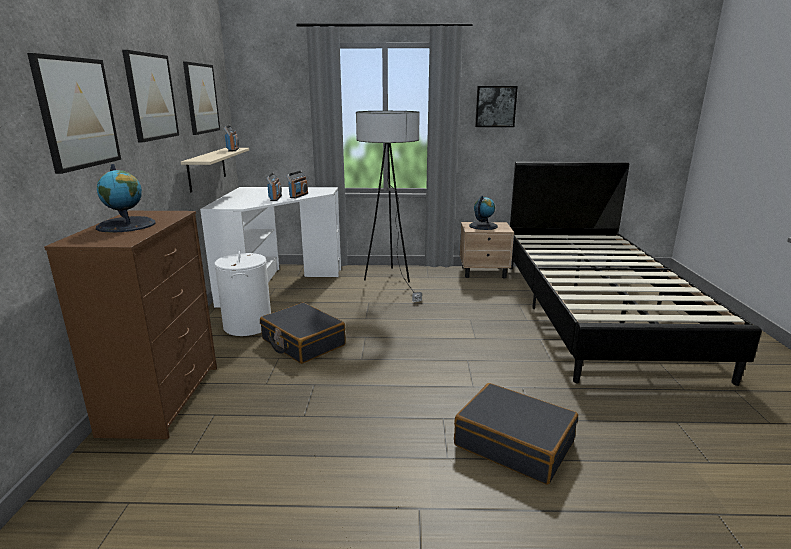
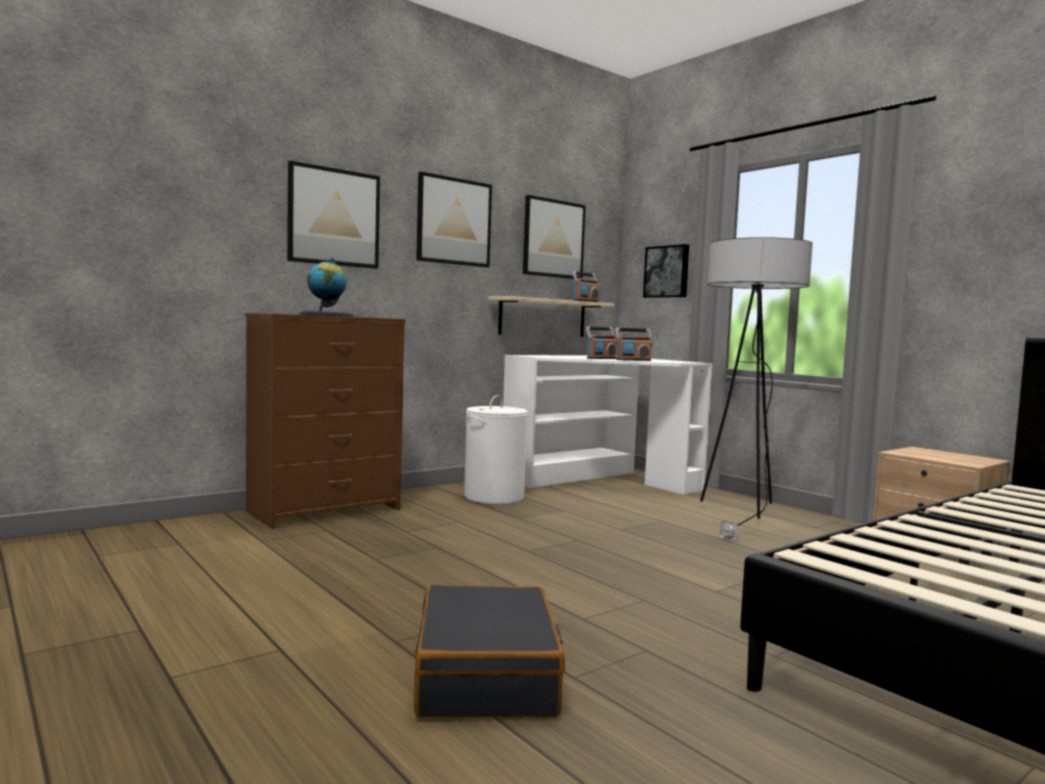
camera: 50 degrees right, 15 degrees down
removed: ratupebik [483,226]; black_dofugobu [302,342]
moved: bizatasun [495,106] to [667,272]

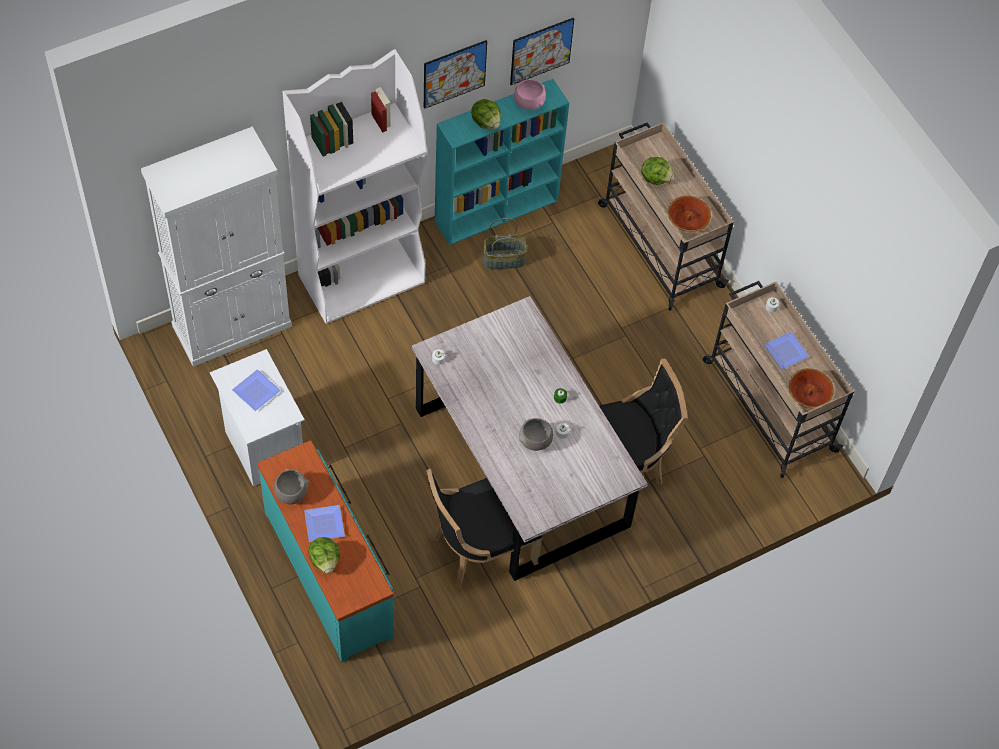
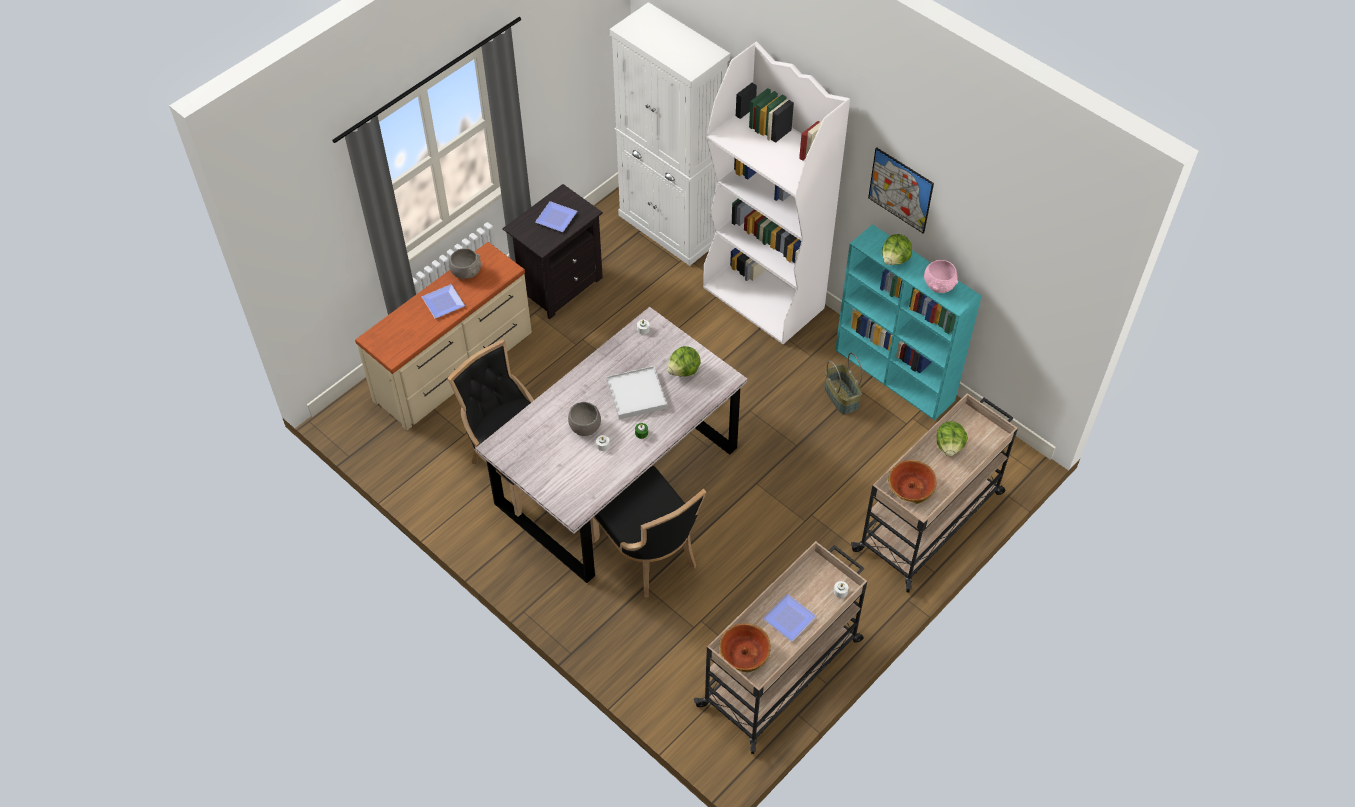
camera: 75 degrees right, 5 degrees down
removed: bizatasun [541,51]
added: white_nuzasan [636,394]
moved: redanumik [325,560] to [684,371]
recoloured: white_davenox [262,448] to black_davenox [559,284]; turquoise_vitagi [330,573] to beige_vitagi [455,367]

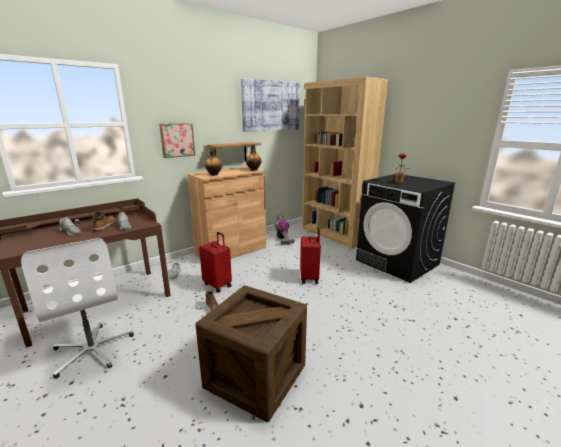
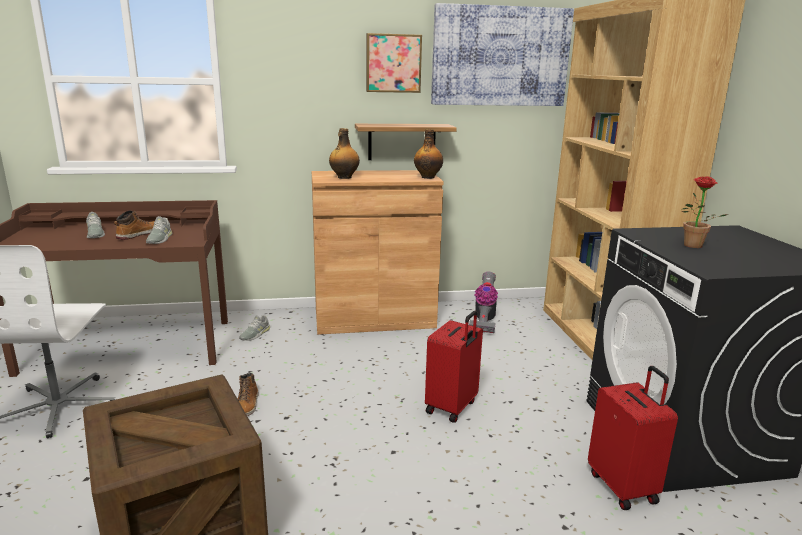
camera: 30 degrees right, 0 degrees up
moved: bizatasun [177,140] to [393,63]; red_dofugobu [218,285] to [623,487]

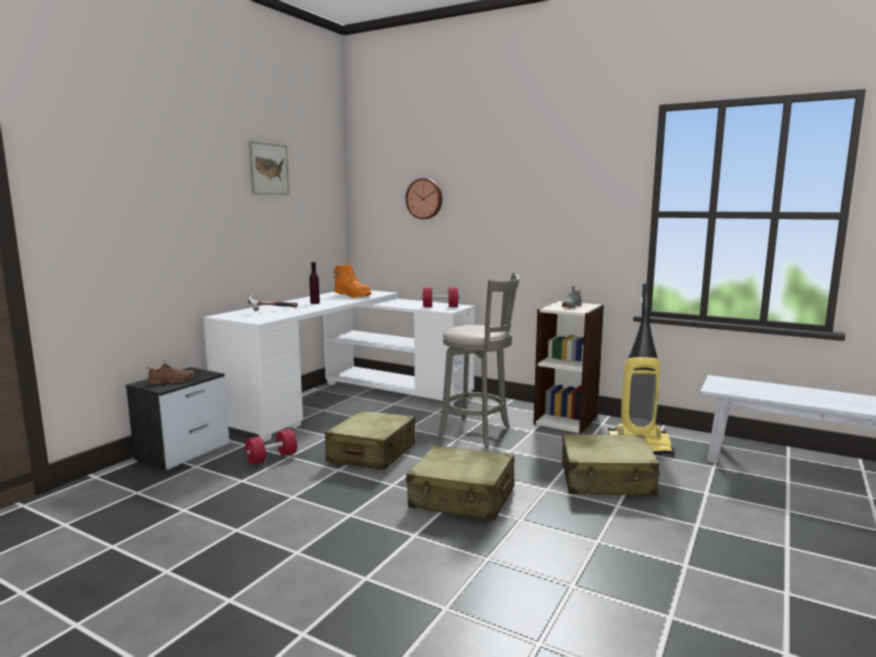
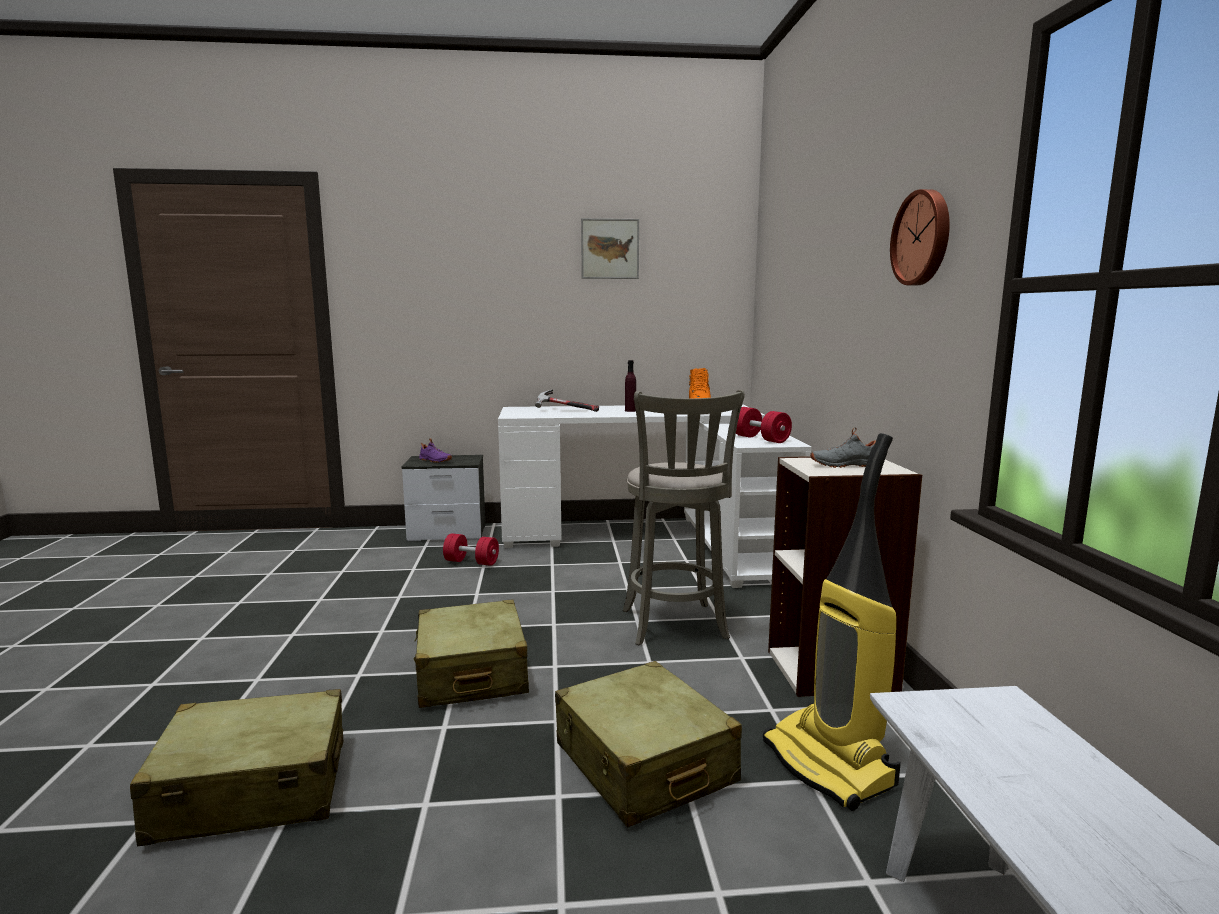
camera: 55 degrees right, 0 degrees up
moved: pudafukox [425,198] to [923,238]; beige_dofugobu [371,454] to [252,790]
recoloured: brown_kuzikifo [171,381] to purple_kuzikifo [434,461]

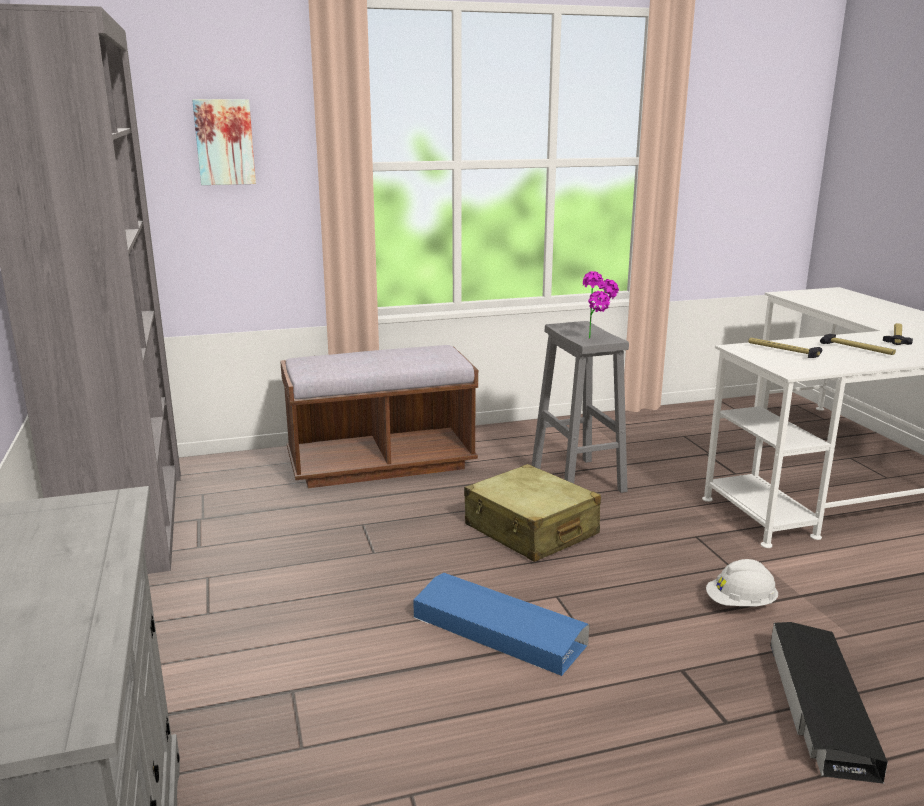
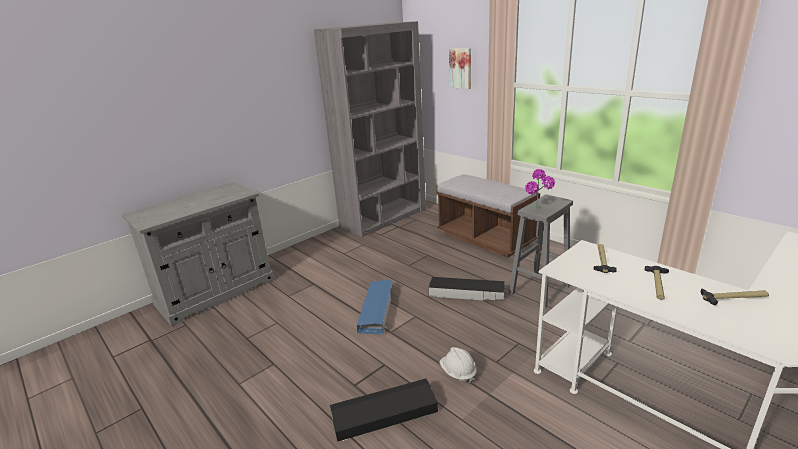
camera: 65 degrees right, 5 degrees up
replaced: beige_dofugobu [531,530] to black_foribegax [467,293]

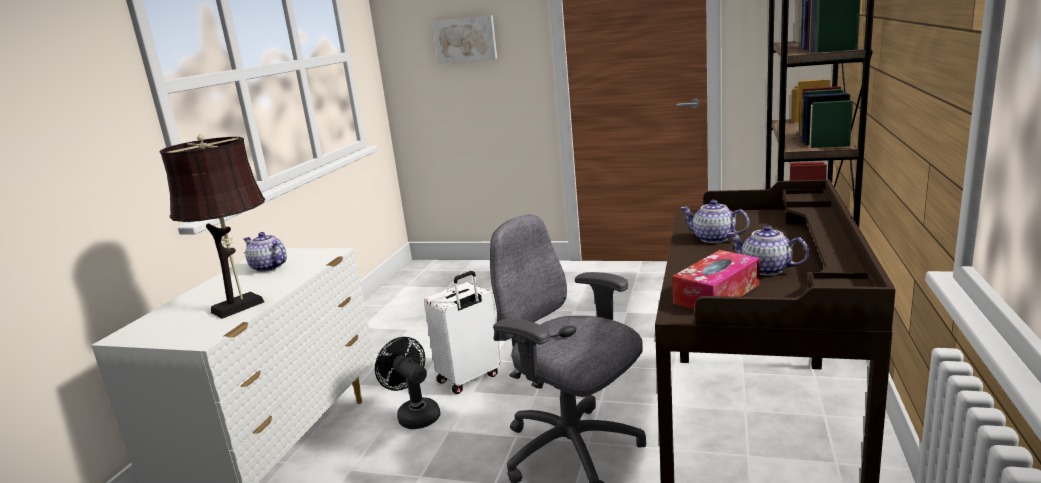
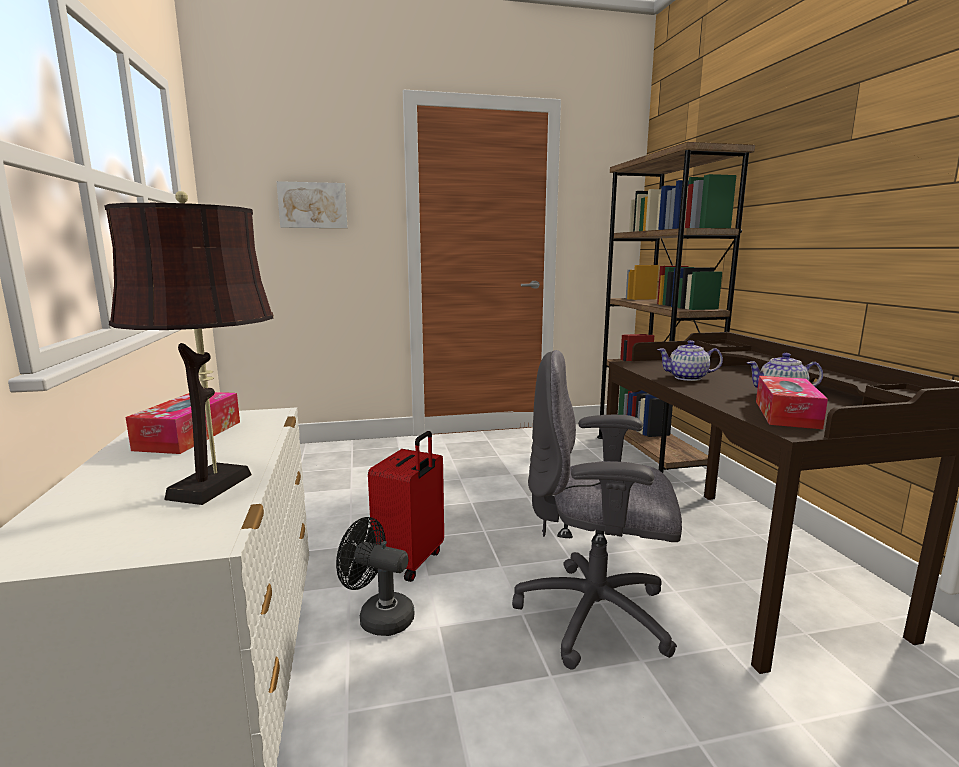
camera: 30 degrees left, 5 degrees down
replaced: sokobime [269,267] to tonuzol [189,435]
recoloured: white_dofugobu [470,378] to red_dofugobu [411,562]

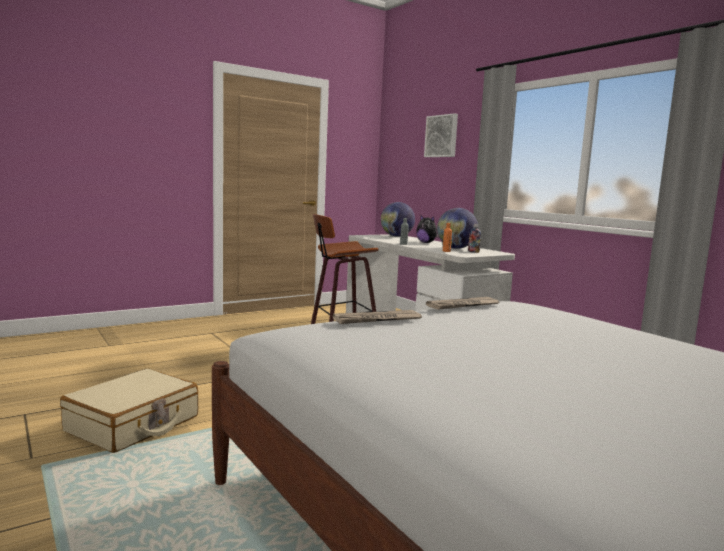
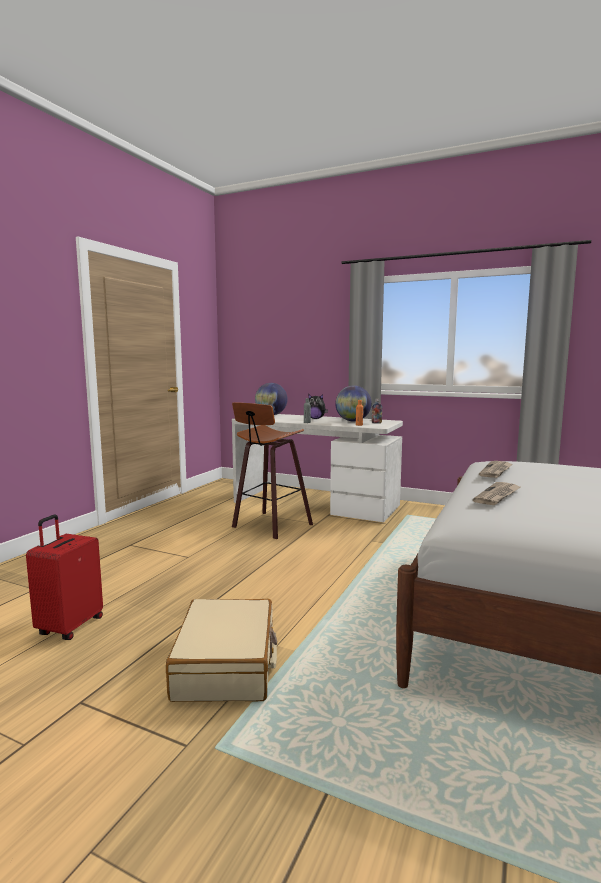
camera: 30 degrees left, 0 degrees up
removed: bizatasun [442,136]
added: red_dofugobu [69,626]

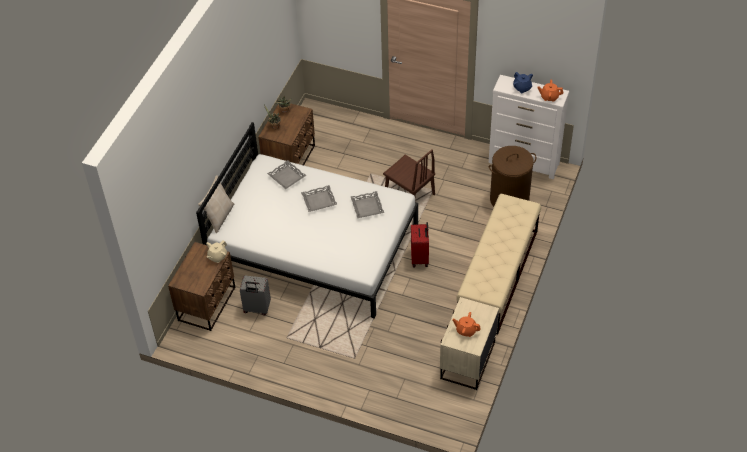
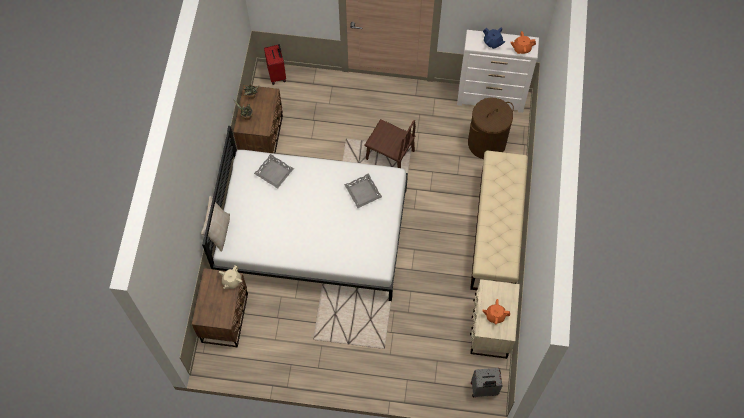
camera: 15 degrees left, 15 degrees up
removed: grey_nuzasan [319,200]
moved: red_dofugobu [420,258] to [277,74]; grey_dofugobu [257,308] to [484,389]

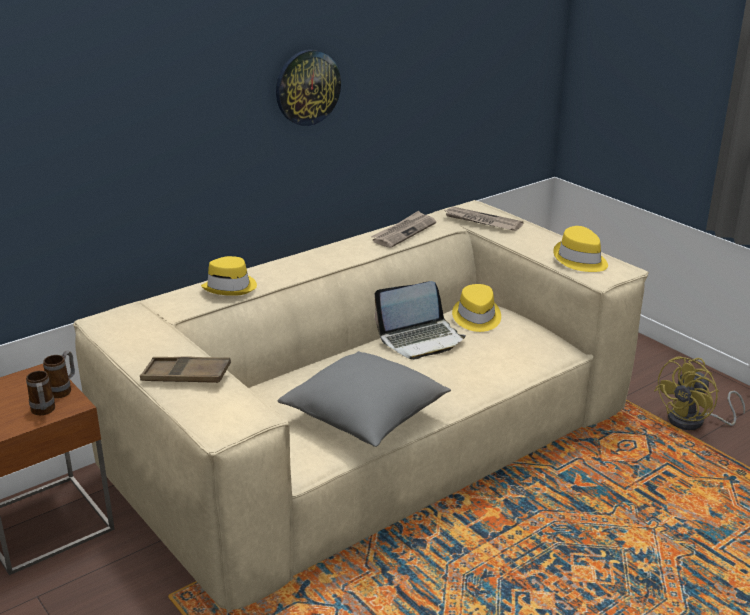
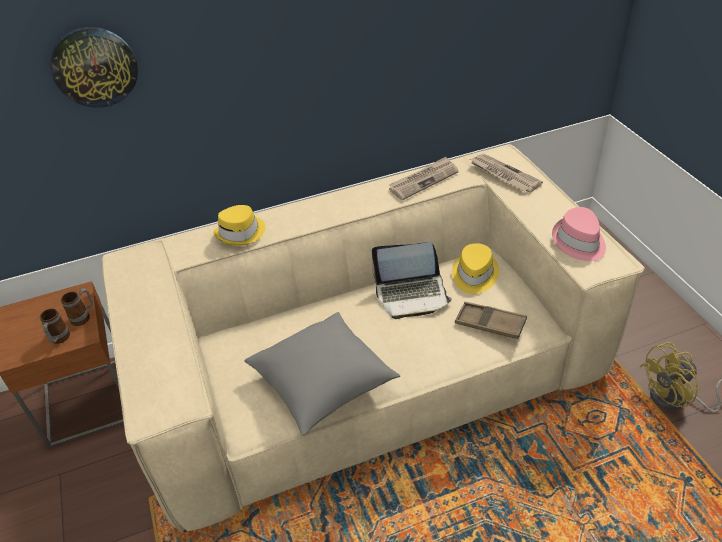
camera: 20 degrees right, 15 degrees up
moved: pudafukox [307,87] to [94,67]; brown_nuzasan [186,376] to [490,323]
recoloured: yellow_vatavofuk [580,260] to pink_vatavofuk [578,242]

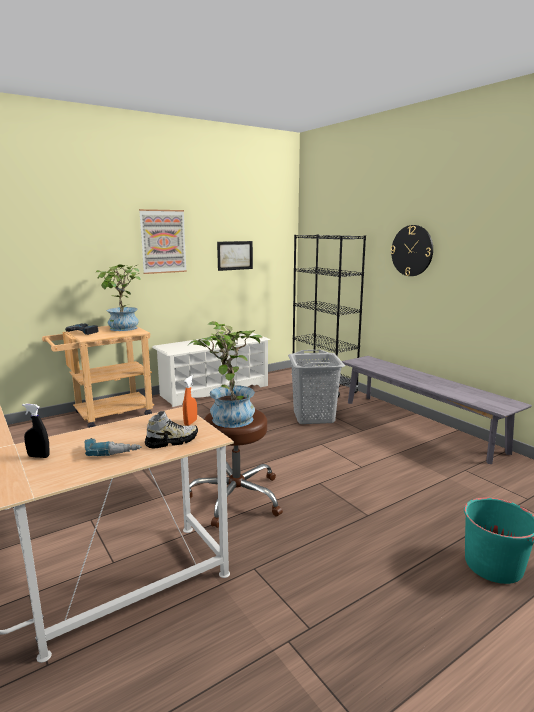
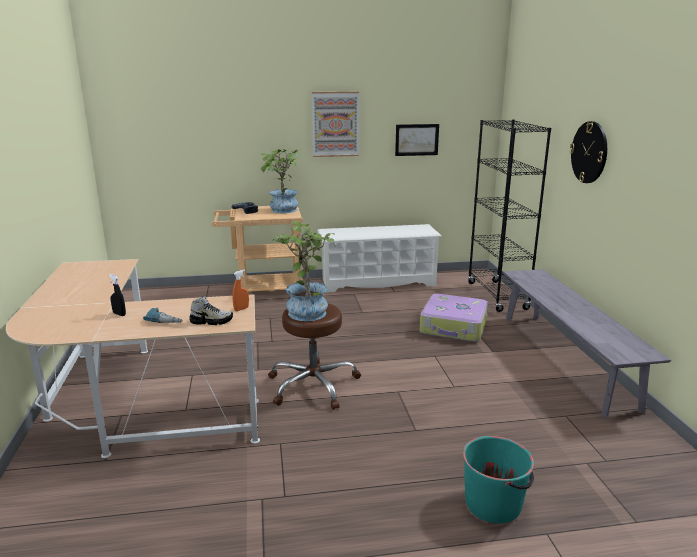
camera: 25 degrees right, 5 degrees up
replaced: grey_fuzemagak [314,417] to dofugobu [454,327]

